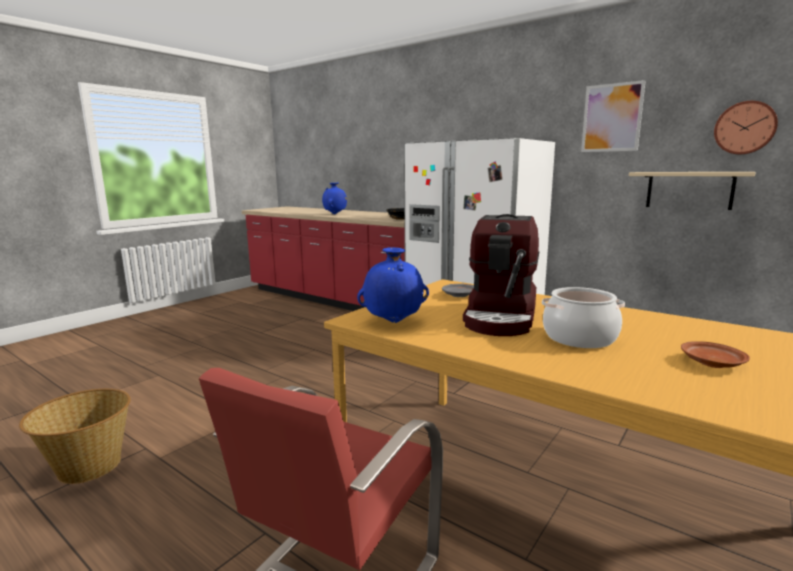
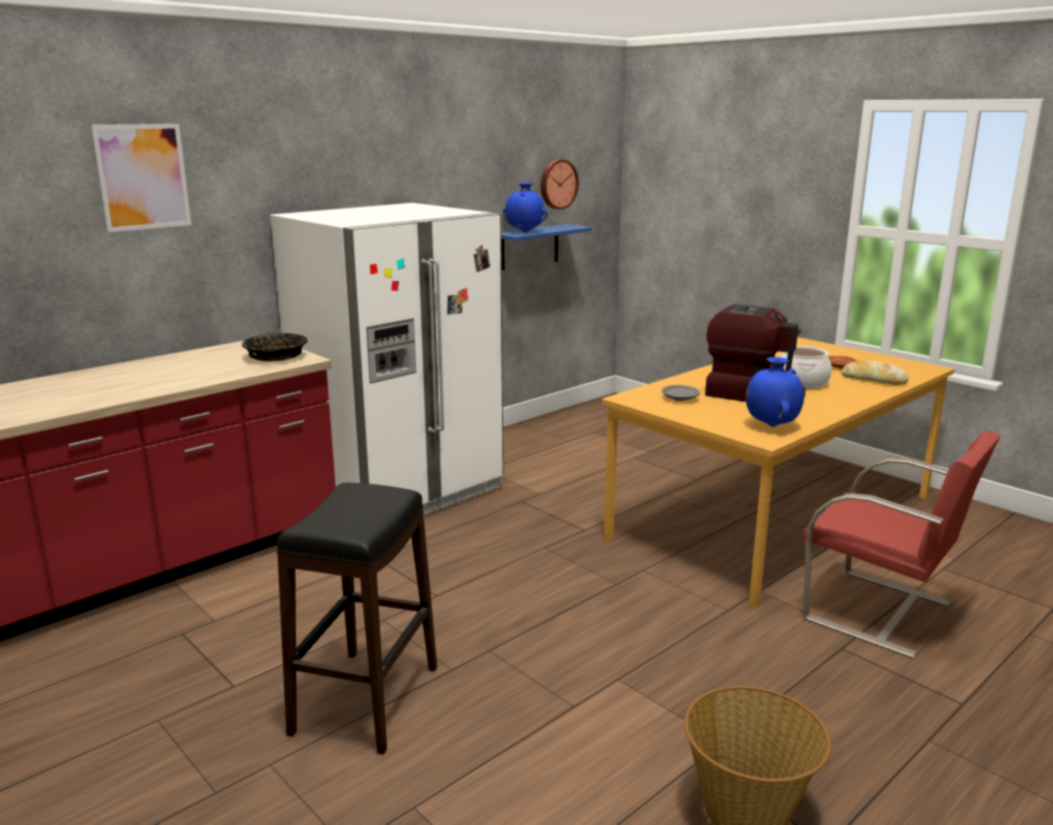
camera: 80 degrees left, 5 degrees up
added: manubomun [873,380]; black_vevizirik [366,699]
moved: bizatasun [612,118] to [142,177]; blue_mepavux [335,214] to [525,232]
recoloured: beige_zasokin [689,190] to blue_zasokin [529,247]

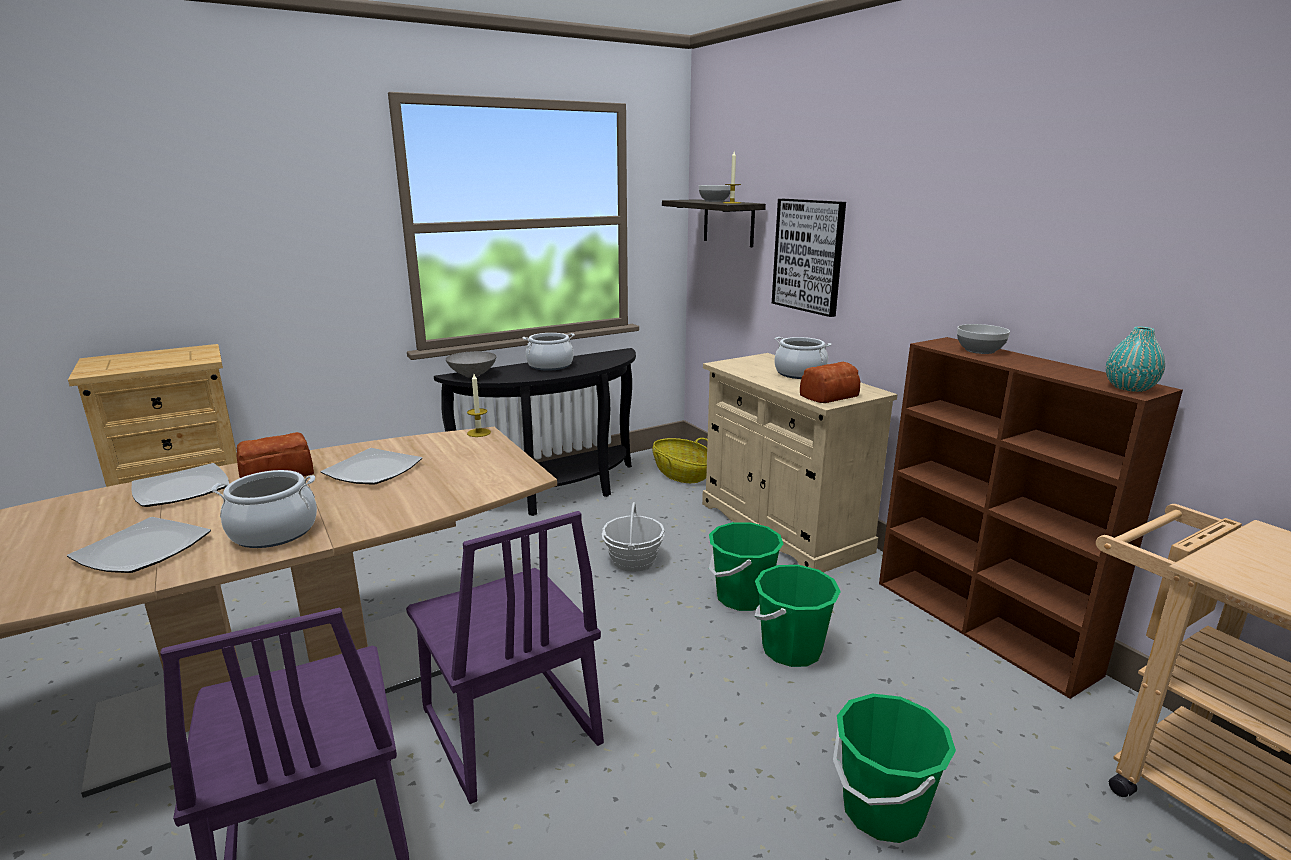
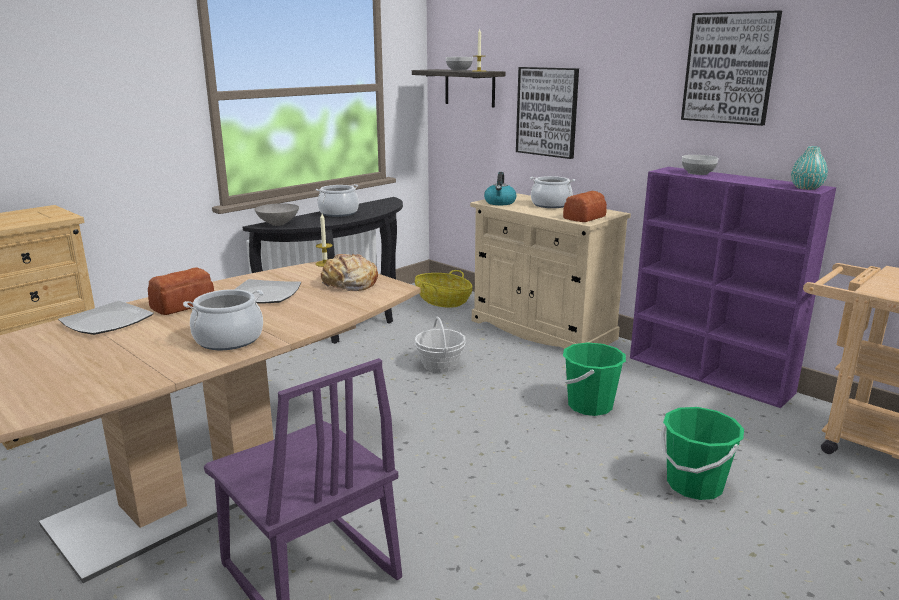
camera: 15 degrees left, 0 degrees up
removed: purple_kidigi [508,729]; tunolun [143,549]; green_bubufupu [742,597]
added: bizatasun [729,68]; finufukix [500,203]; manubomun [349,284]
recoloured: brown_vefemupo [983,626] to purple_vefemupo [710,375]

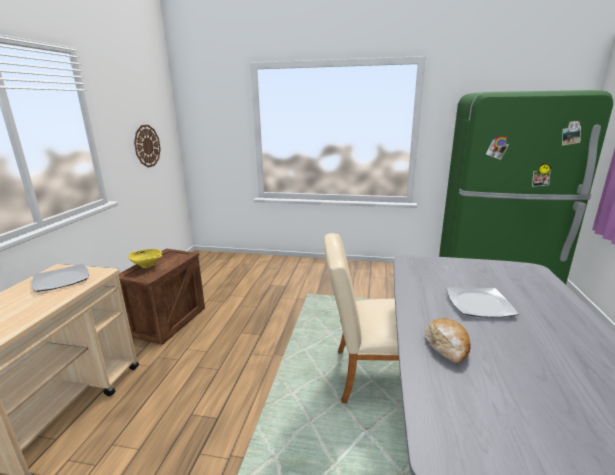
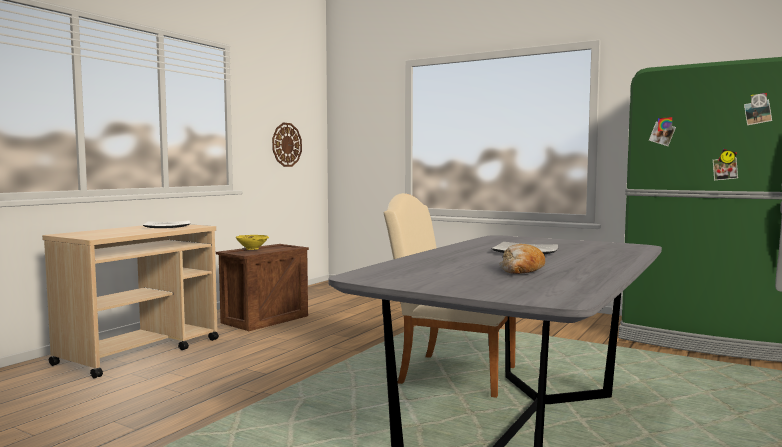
camera: 20 degrees right, 15 degrees down
moved: manubomun [447,346] to [521,271]

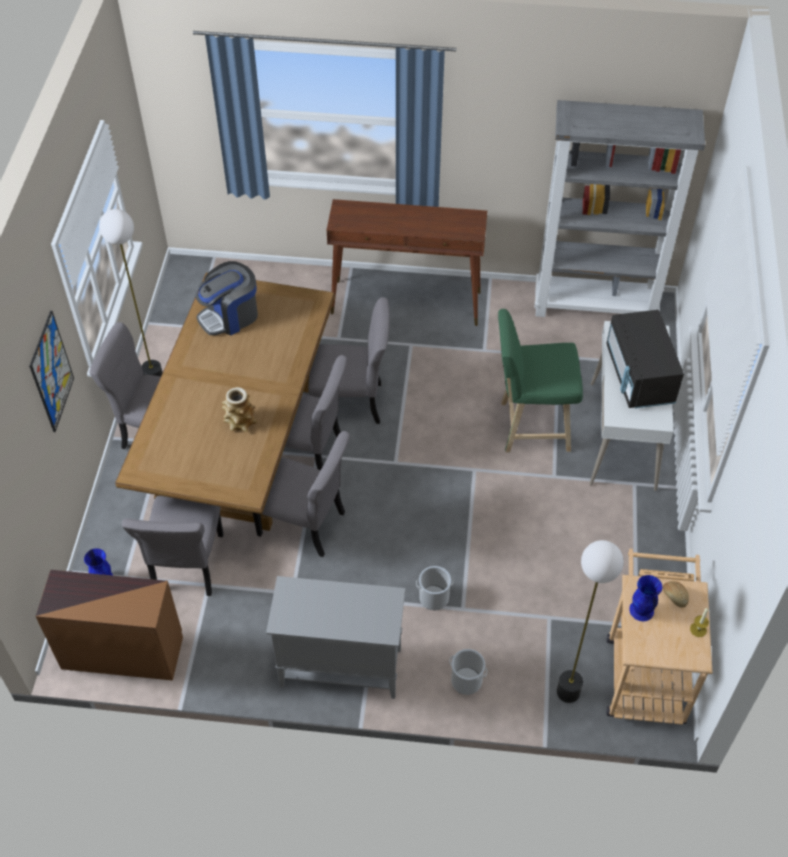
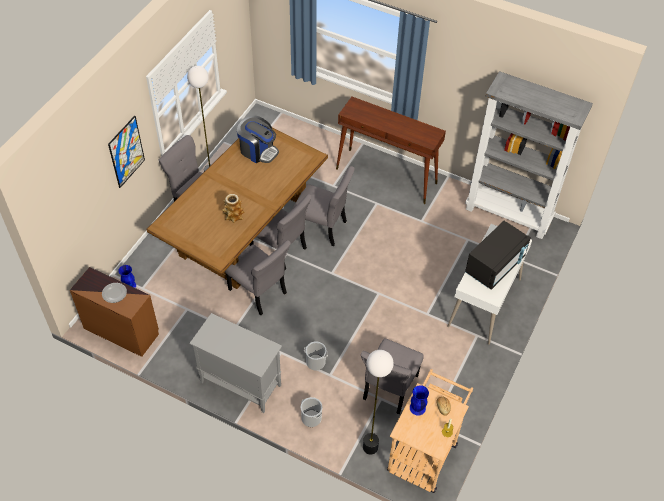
camera: 20 degrees right, 0 degrees up
removed: green_vevizirik [530,426]
added: tunolun [114,293]
moved: grey_kidigi [187,566] to [389,389]
turned: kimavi [230,316] = [258,151] 135 degrees counterclockwise; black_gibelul [639,376] = [495,265] 150 degrees counterclockwise

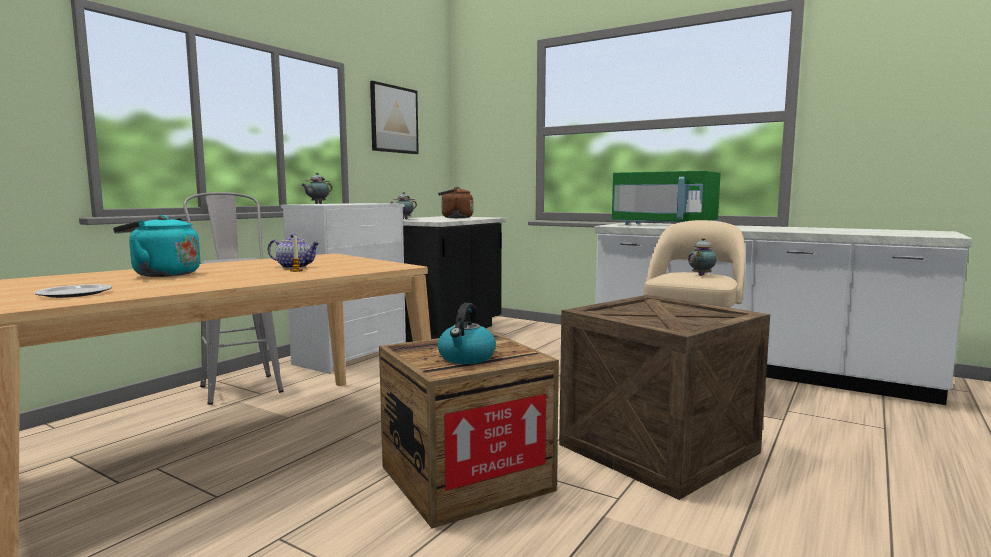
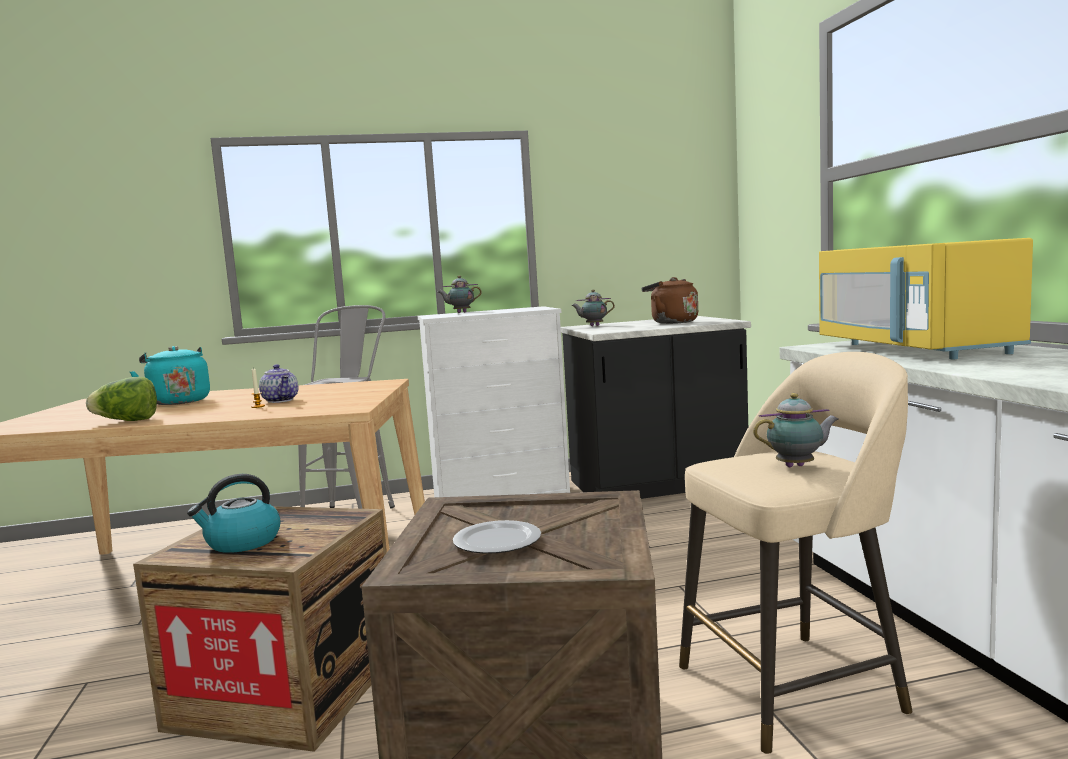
camera: 45 degrees right, 0 degrees up
removed: bizatasun [394,119]
added: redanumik [127,421]
moved: tunolun [74,293] to [497,540]
recoloured: green_gibelul [664,225] to yellow_gibelul [913,349]

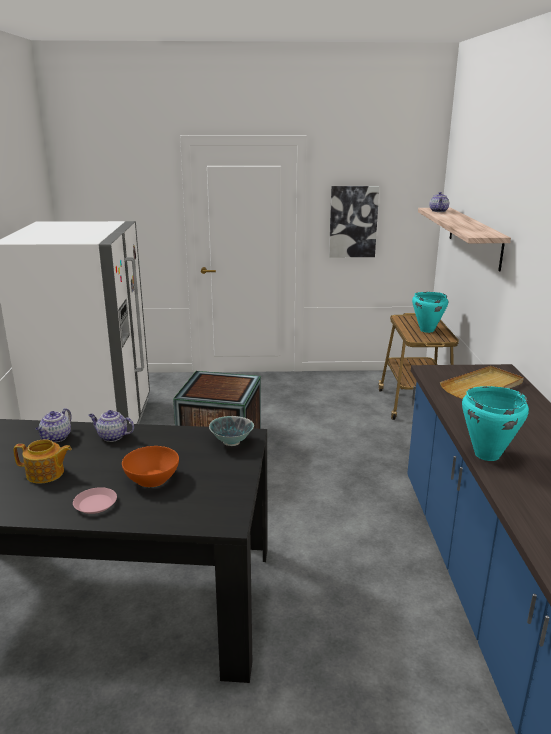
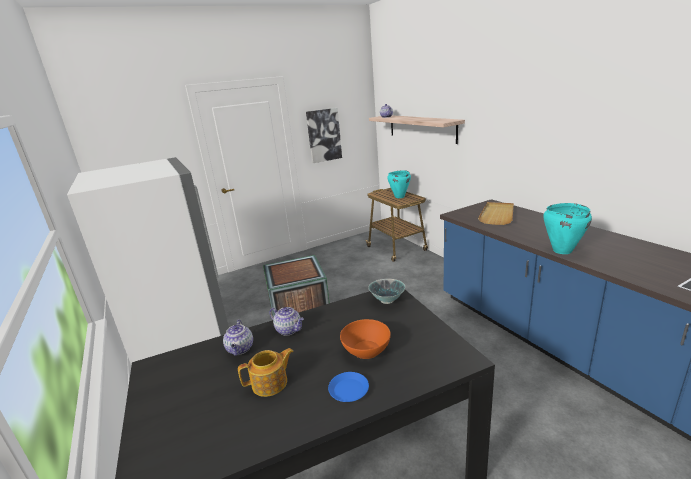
camera: 25 degrees left, 0 degrees up
recoloured: pink_tunolun [95,504] to blue_tunolun [348,390]
turned: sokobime [112,436] = [289,330] 135 degrees counterclockwise

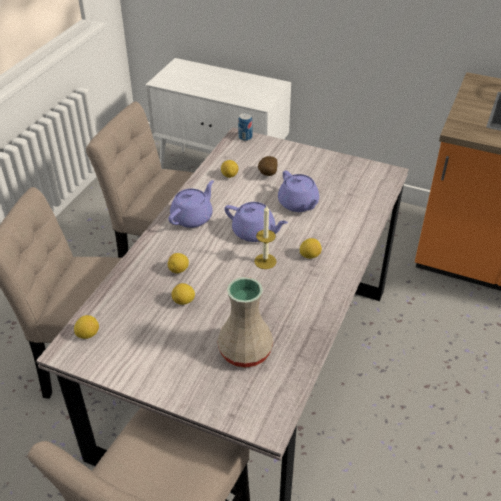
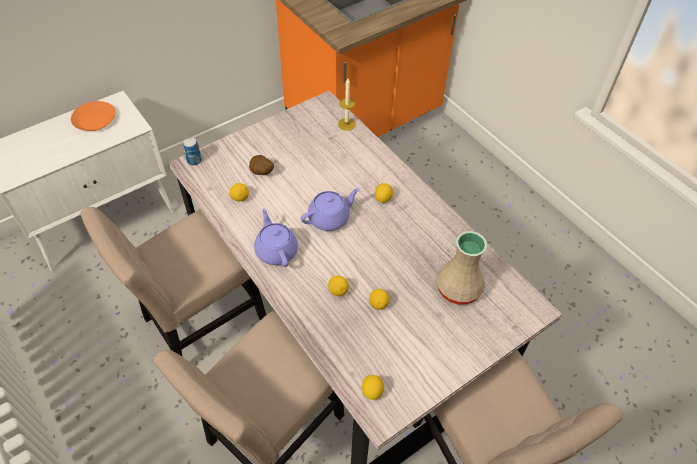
camera: 60 degrees left, 10 degrees up
removed: purple_sokobime [298,204]
added: orange_tunolun [94,120]
moved: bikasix [265,261] to [346,124]

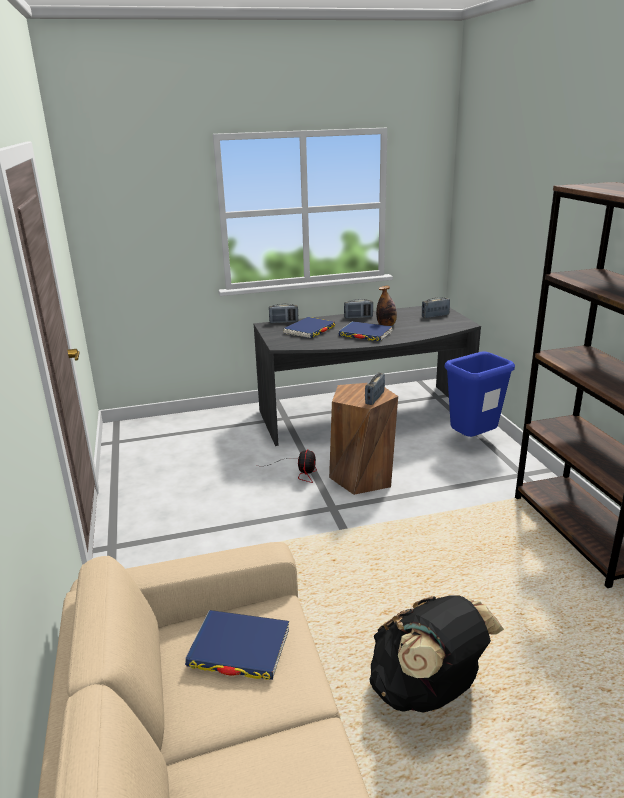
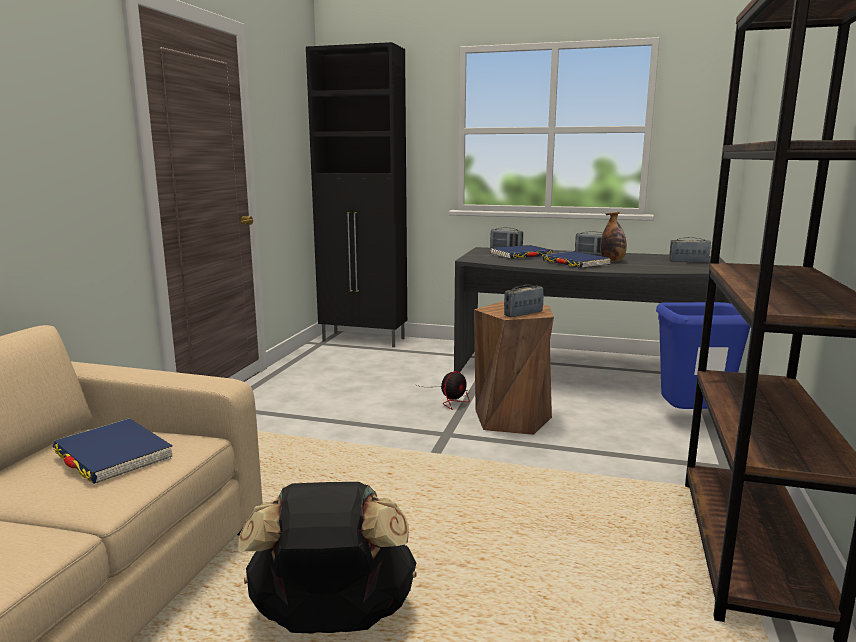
camera: 30 degrees right, 10 degrees down
added: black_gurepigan [364,340]

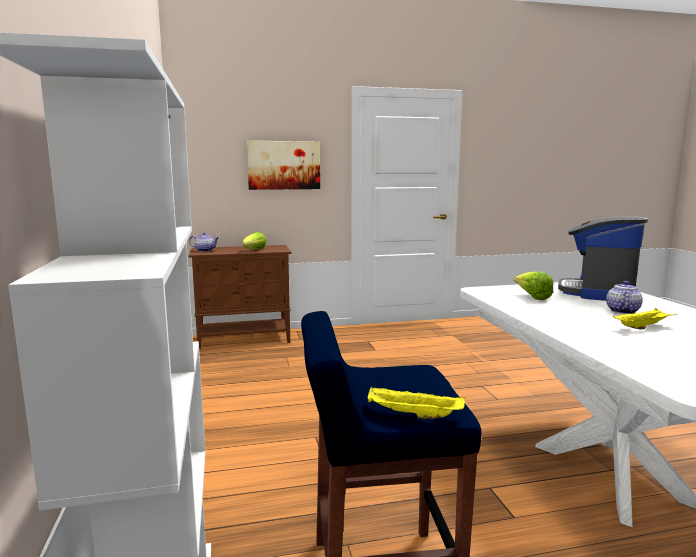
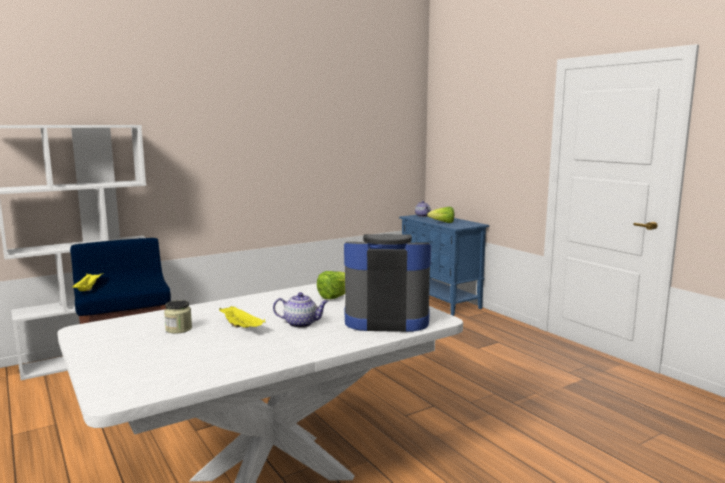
camera: 70 degrees right, 0 degrees up
removed: bizatasun [284,165]
added: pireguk [179,329]
recoloured: brown_gurepigan [245,339] to blue_gurepigan [440,301]

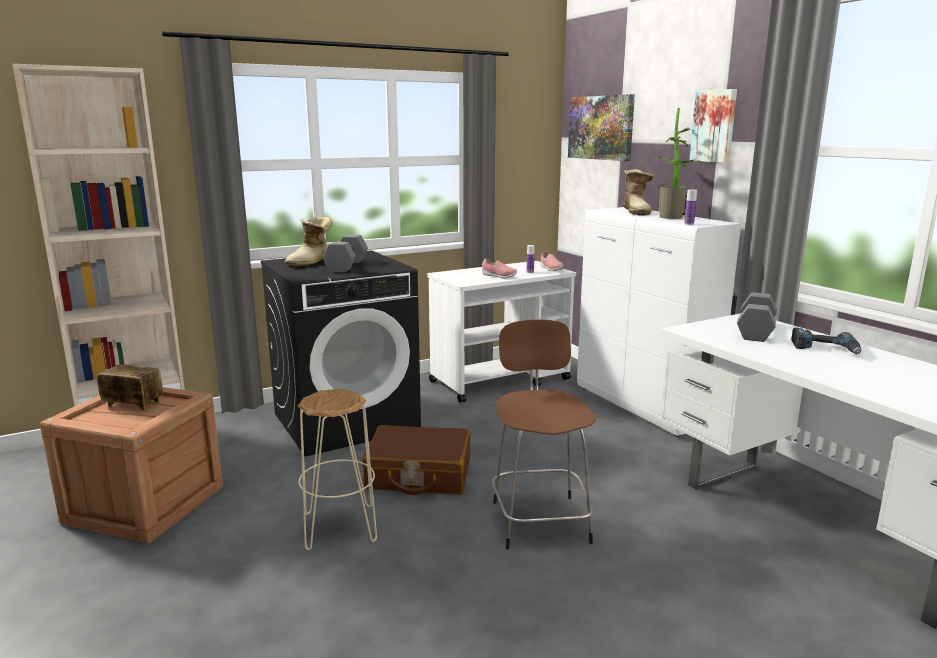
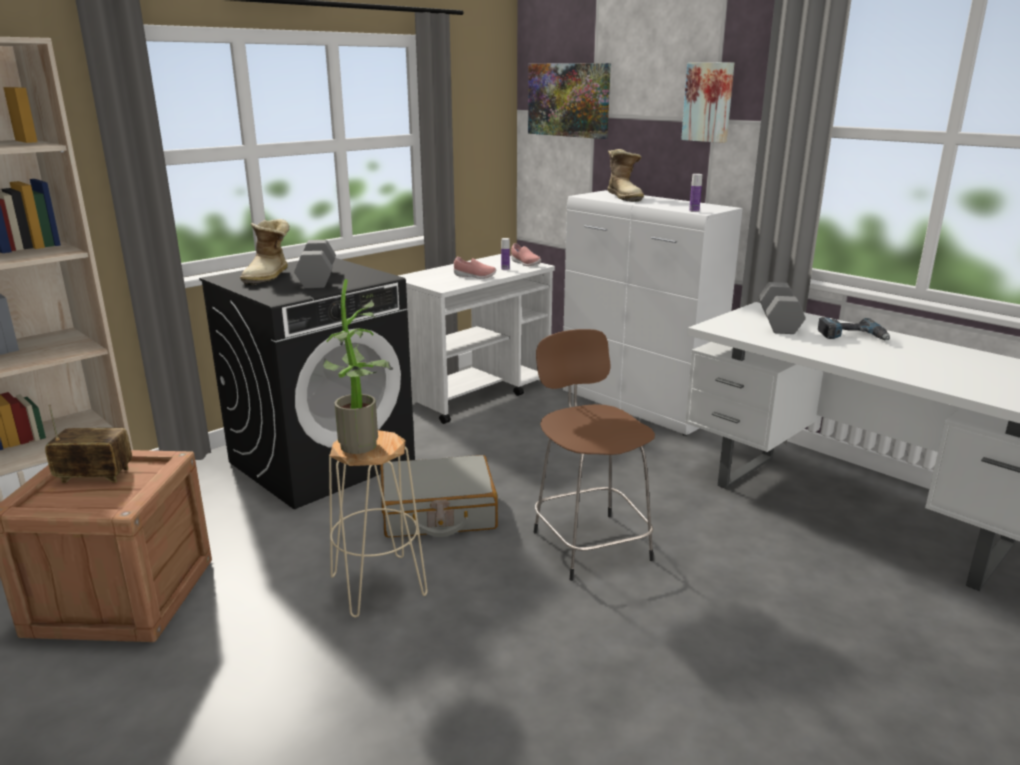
camera: 15 degrees left, 5 degrees up
moved: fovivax [674,217] to [364,446]
recoloured: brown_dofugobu [419,474] to grey_dofugobu [438,512]

